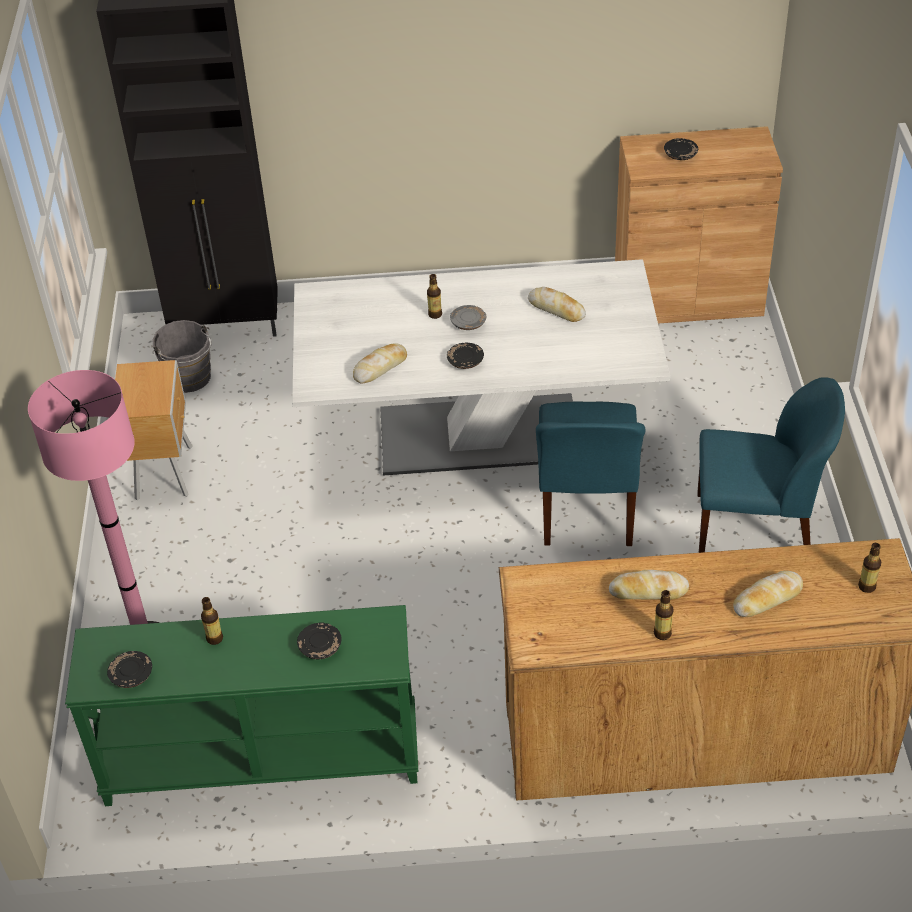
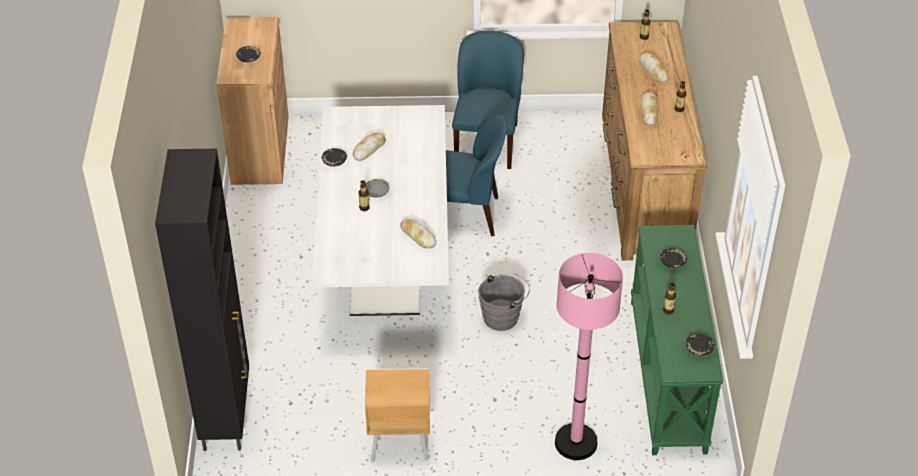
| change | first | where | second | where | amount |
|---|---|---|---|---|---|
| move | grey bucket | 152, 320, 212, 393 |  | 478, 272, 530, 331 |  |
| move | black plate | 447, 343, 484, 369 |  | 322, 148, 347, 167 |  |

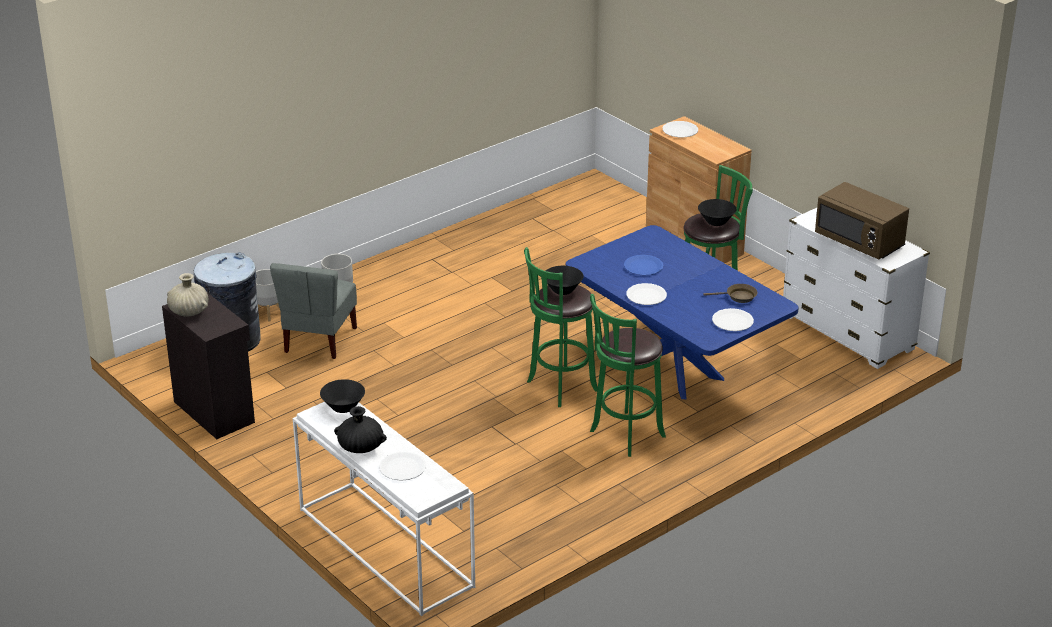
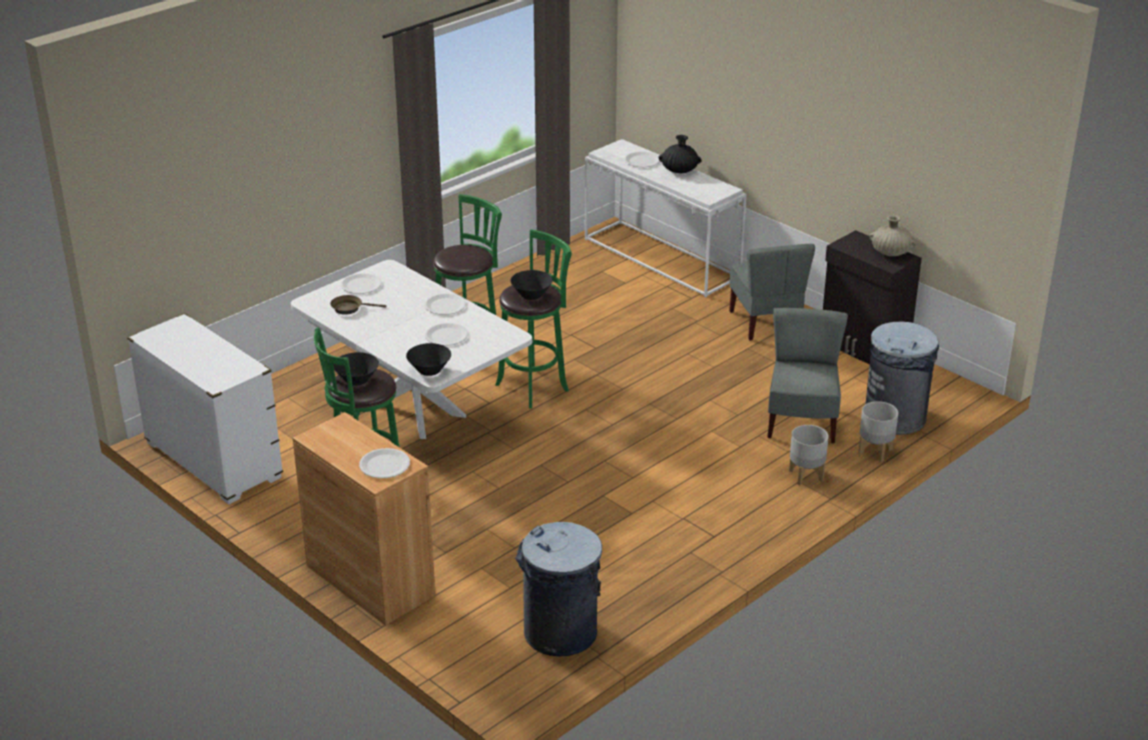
| change | first | where | second | where | amount |
|---|---|---|---|---|---|
| delete | brown microwave | 815, 182, 909, 260 |  |  |  |
| recolor | blue dining table | 566, 225, 799, 399 | white dining table | 291, 260, 532, 439 |  |
| recolor | blue plate | 624, 255, 664, 276 | white plate | 425, 323, 468, 346 |  |
| move | black bowl | 320, 379, 365, 413 |  | 406, 343, 451, 376 |  |
| insert |  |  | grey chair | 729, 244, 815, 341 |  |
| insert |  |  | grey trash can | 515, 522, 602, 656 |  |

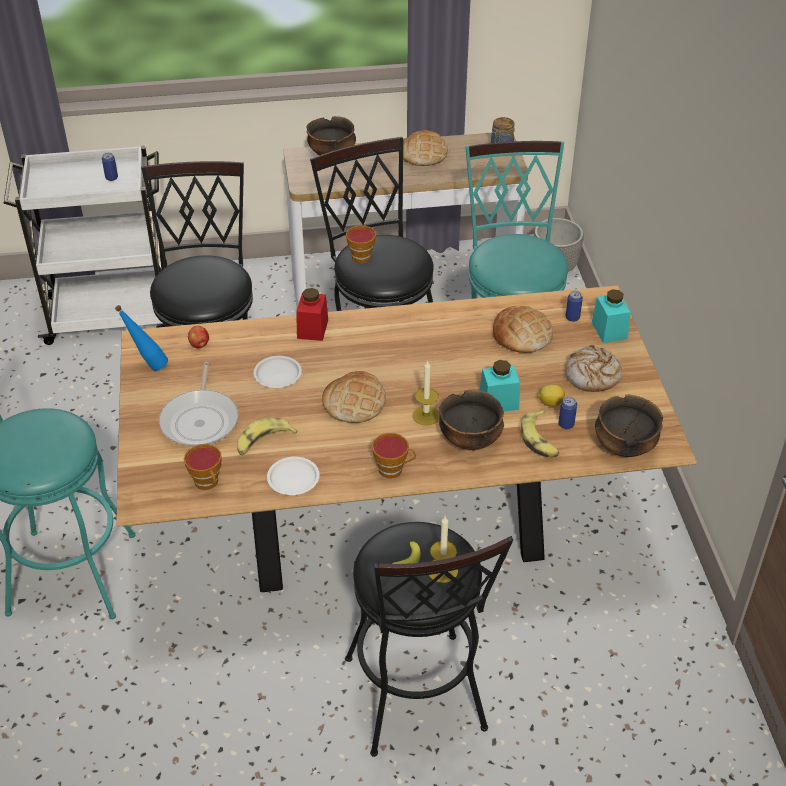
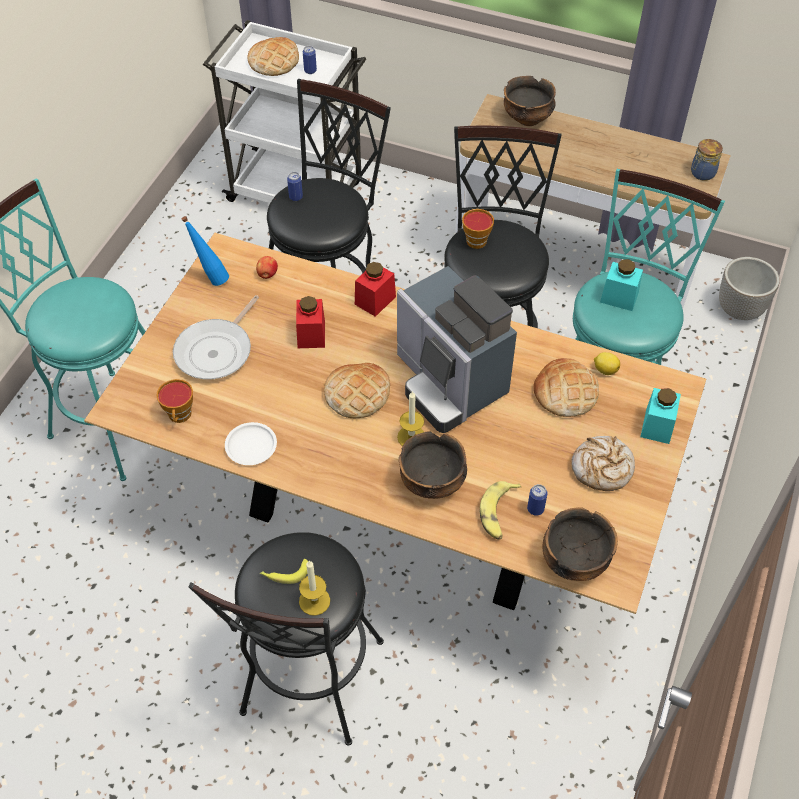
| change | first | where | second | where | amount |
|---|---|---|---|---|---|
| move | bread | 398, 130, 448, 166 |  | 247, 37, 299, 76 |  |
| move | can | 566, 291, 583, 322 |  | 287, 172, 303, 201 |  |
| replace | white plate | 253, 356, 302, 388 | red jar | 296, 296, 325, 348 |  |
| move | turquoise jar | 480, 360, 520, 412 |  | 600, 259, 643, 311 |  |
| move | lemon | 537, 385, 565, 407 |  | 594, 352, 620, 375 |  |
| delete | banana | 237, 418, 298, 456 |  |  |  |
| delete | cup | 372, 433, 416, 479 |  |  |  |
| insert |  |  | coffee machine | 397, 266, 517, 433 |  |

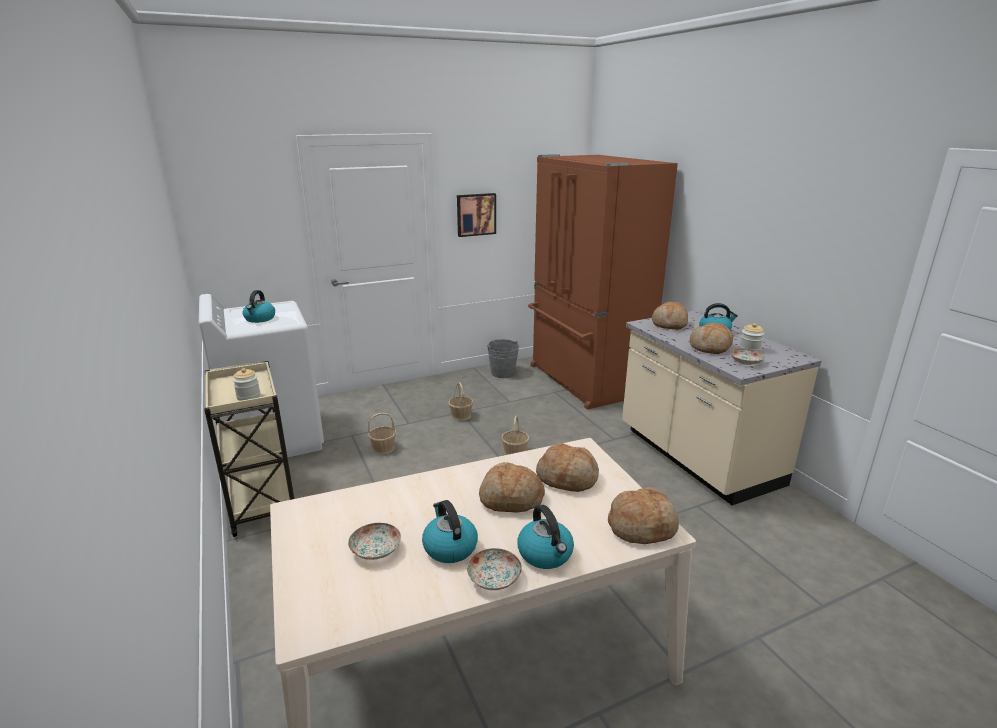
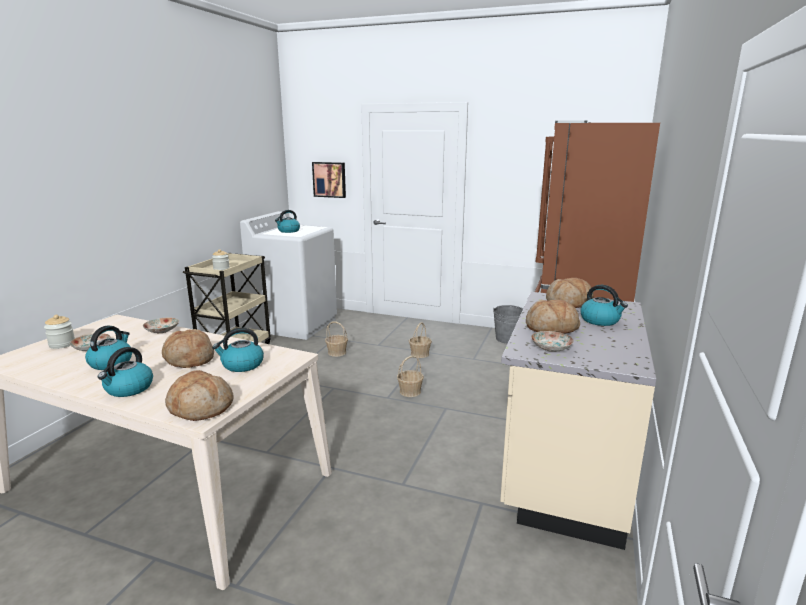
| change | first | where | second | where | amount |
|---|---|---|---|---|---|
| move | picture | 457, 193, 496, 237 |  | 312, 162, 346, 198 |  |
| move | jar | 739, 323, 764, 352 |  | 44, 315, 75, 349 |  |
| replace | bread | 536, 443, 599, 492 | kettle | 212, 328, 264, 372 |  |
| move | plate | 467, 548, 522, 590 |  | 143, 318, 179, 333 |  |

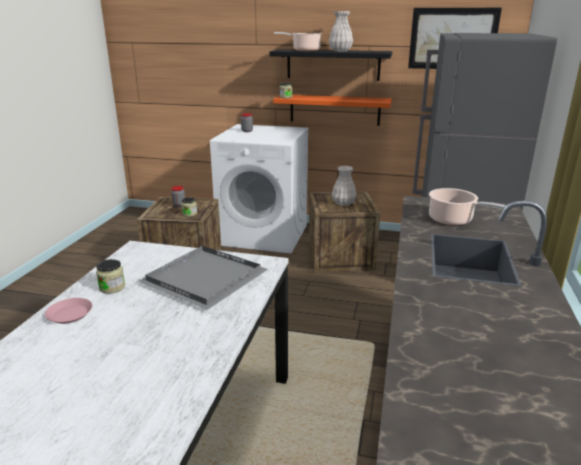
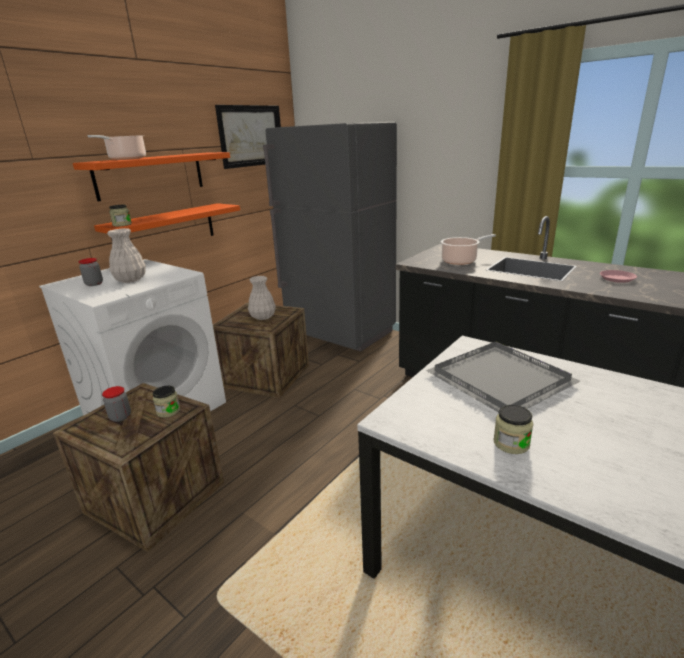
| change | first | where | second | where | amount |
|---|---|---|---|---|---|
| move | white vase | 329, 11, 353, 52 |  | 107, 228, 146, 283 |  |
| recolor | black shelf | 269, 49, 392, 81 | orange shelf | 73, 152, 230, 202 |  |
| move | pink plate | 45, 298, 92, 324 |  | 600, 270, 637, 283 |  |

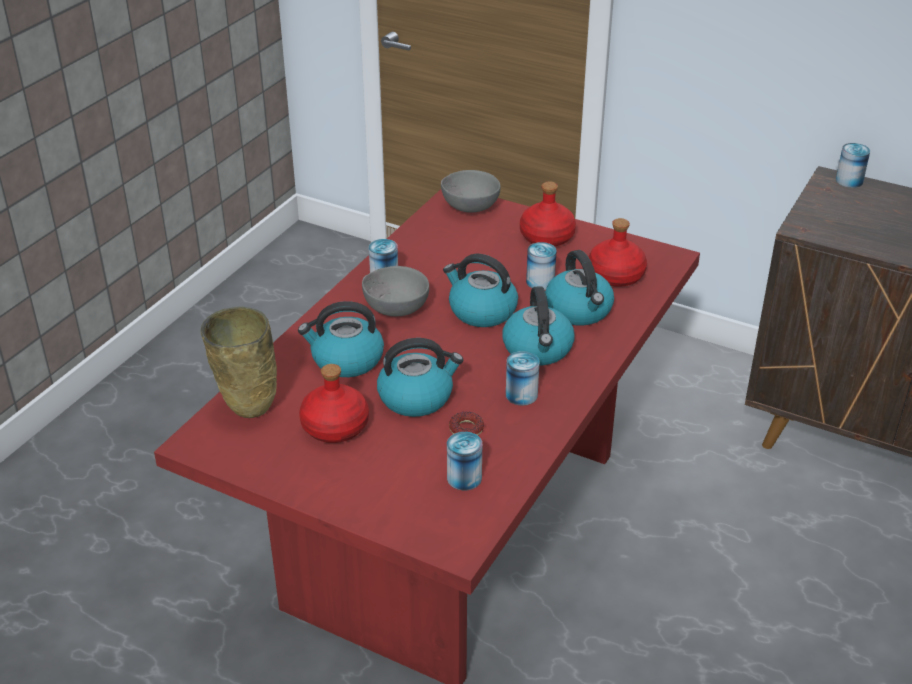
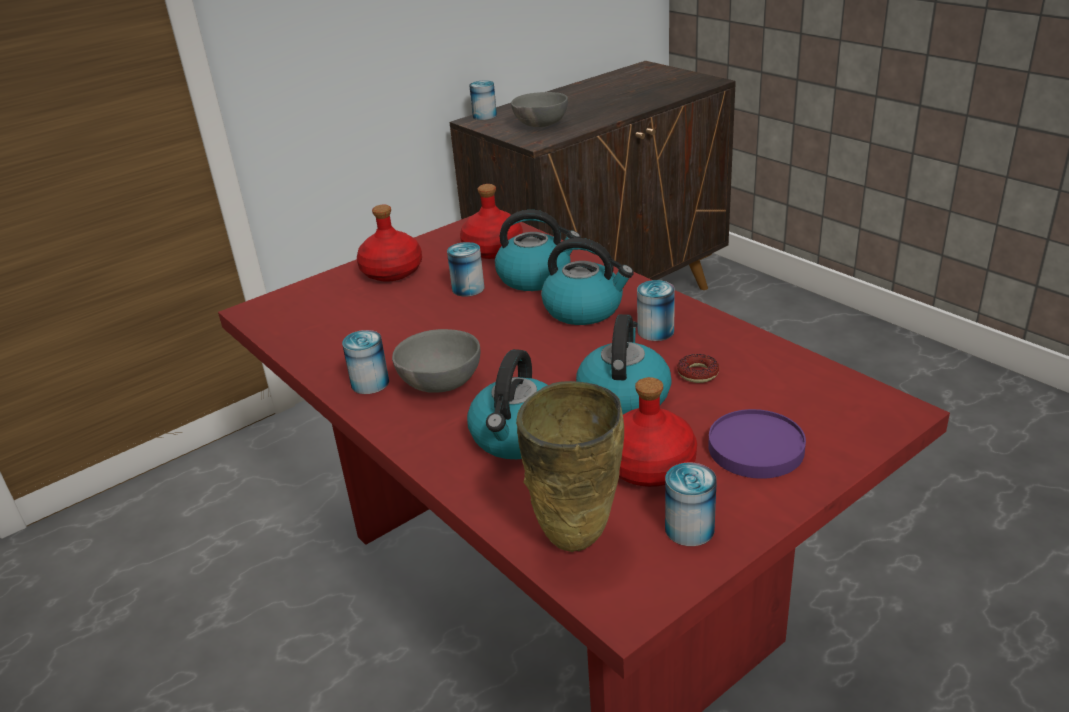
| change | first | where | second | where | amount |
|---|---|---|---|---|---|
| move | grey bowl | 441, 170, 501, 213 |  | 511, 92, 568, 127 |  |
| delete | kettle | 443, 254, 518, 327 |  |  |  |
| move | can | 447, 432, 482, 490 |  | 665, 463, 717, 546 |  |
| insert |  |  | purple plate | 708, 409, 806, 479 |  |

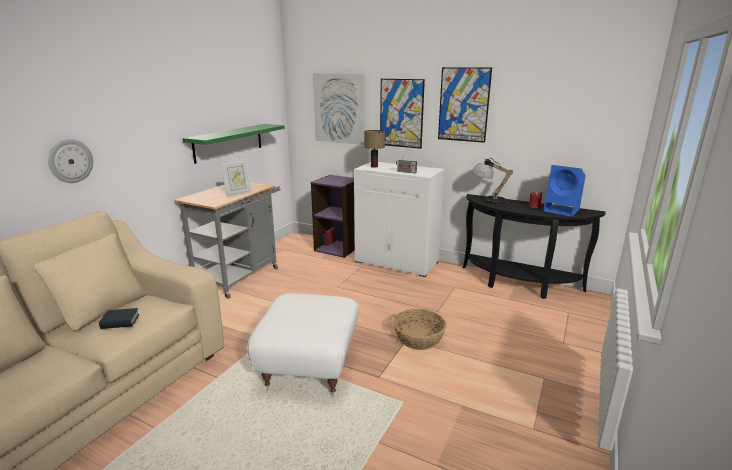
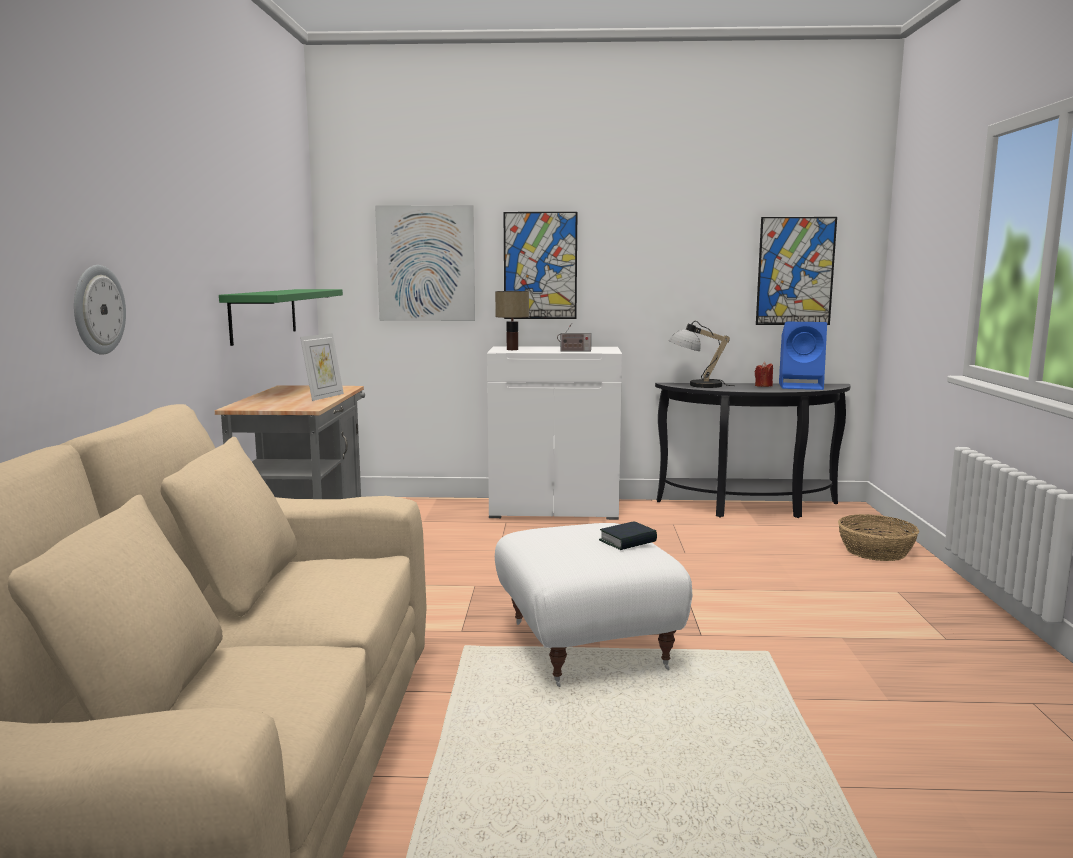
| change | first | where | second | where | amount |
|---|---|---|---|---|---|
| move | picture | 438, 67, 492, 143 |  | 756, 217, 837, 325 |  |
| delete | purple bookcase | 311, 175, 355, 258 |  |  |  |
| move | book | 99, 308, 140, 329 |  | 599, 521, 657, 550 |  |
| move | basket | 393, 309, 447, 350 |  | 838, 514, 919, 561 |  |

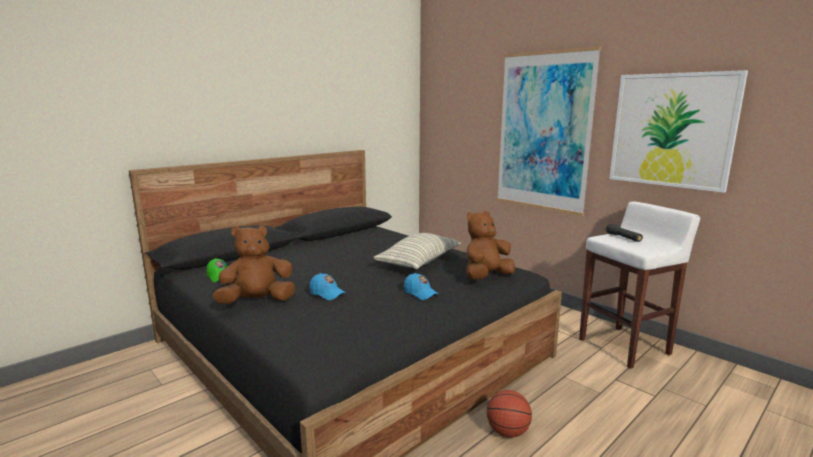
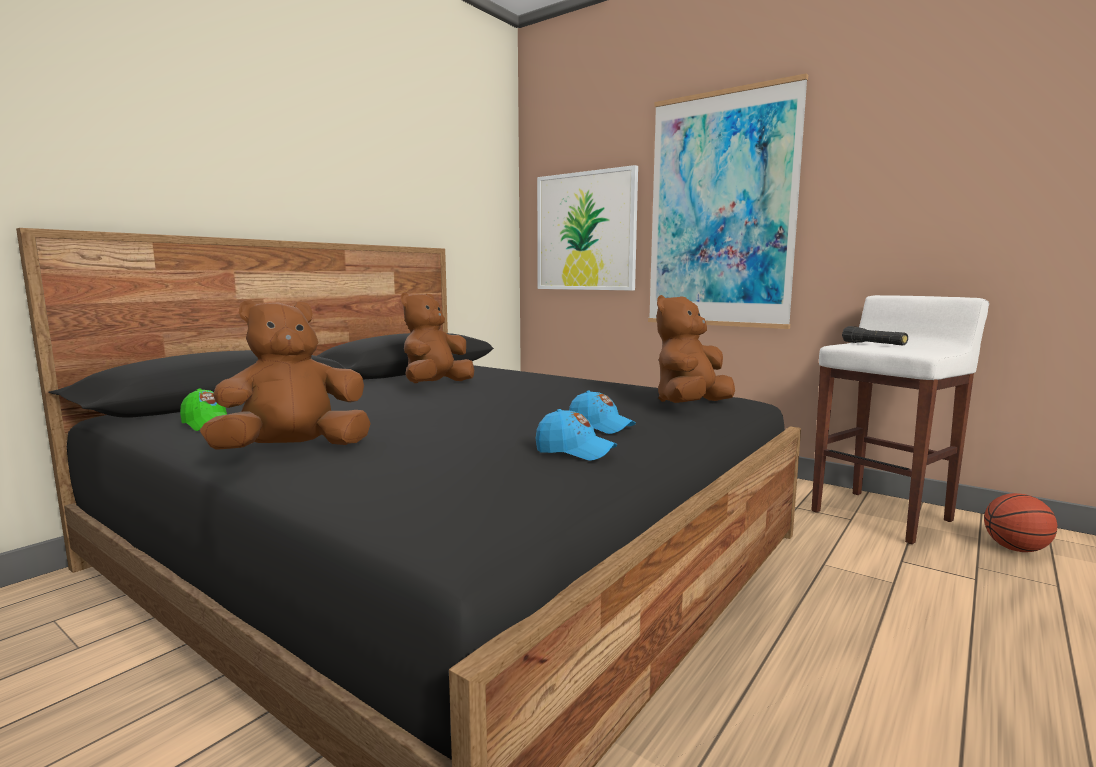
| change | first | where | second | where | amount |
|---|---|---|---|---|---|
| move | picture | 609, 70, 748, 193 |  | 537, 165, 638, 290 |  |
| delete | pillow | 373, 233, 461, 269 |  |  |  |
| move | blue cap | 310, 273, 346, 300 |  | 536, 409, 617, 461 |  |
| move | basketball | 487, 390, 532, 438 |  | 984, 493, 1057, 552 |  |
| insert |  |  | brown plush toy | 401, 292, 474, 383 |  |

